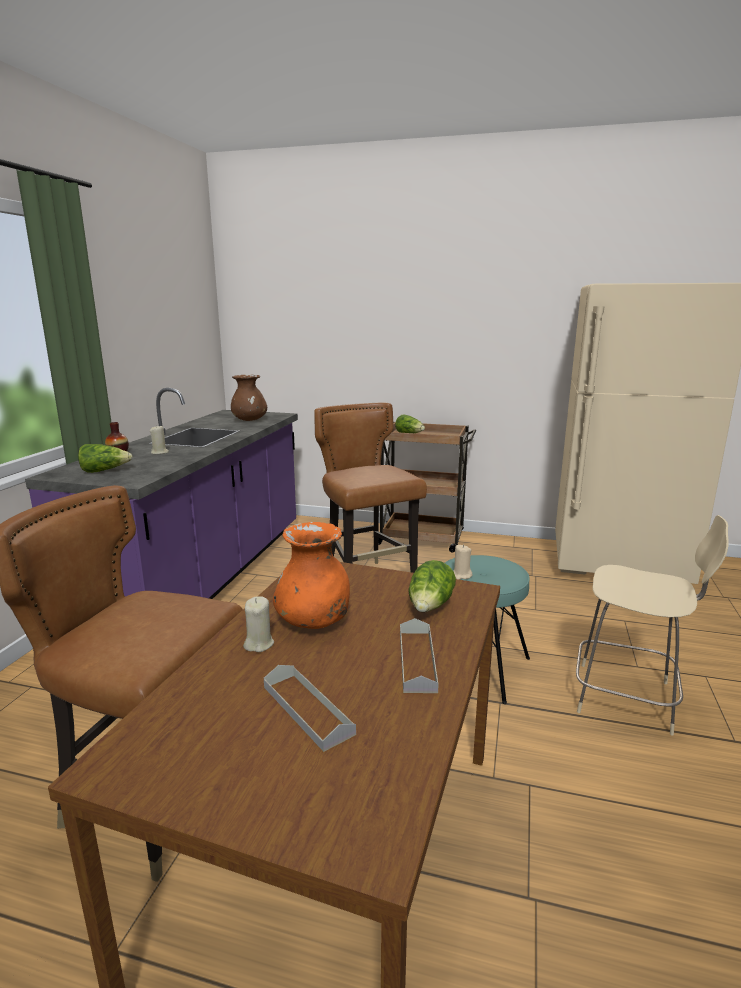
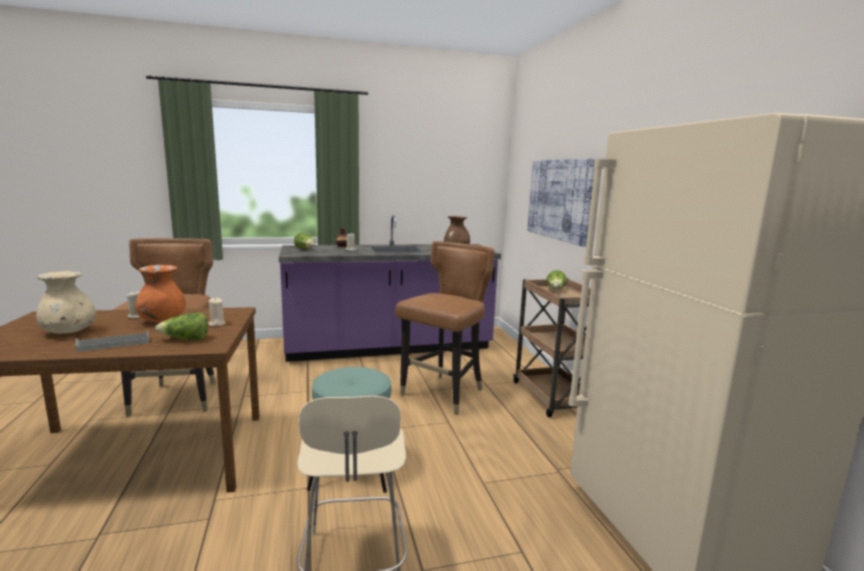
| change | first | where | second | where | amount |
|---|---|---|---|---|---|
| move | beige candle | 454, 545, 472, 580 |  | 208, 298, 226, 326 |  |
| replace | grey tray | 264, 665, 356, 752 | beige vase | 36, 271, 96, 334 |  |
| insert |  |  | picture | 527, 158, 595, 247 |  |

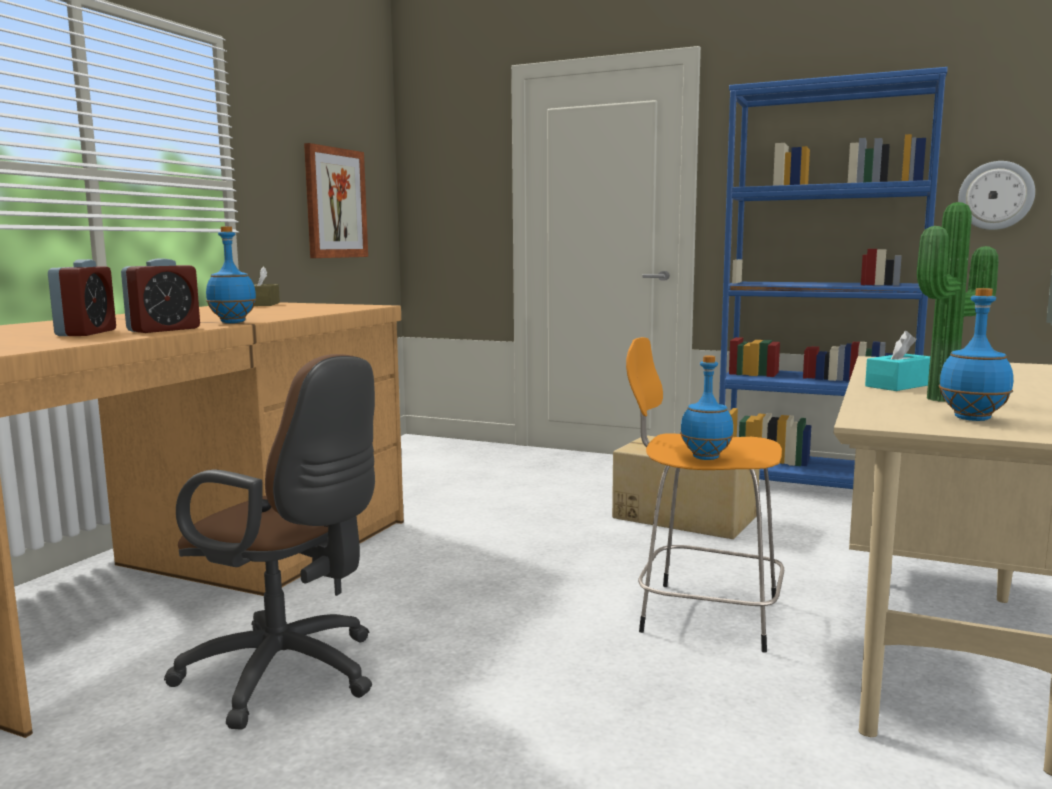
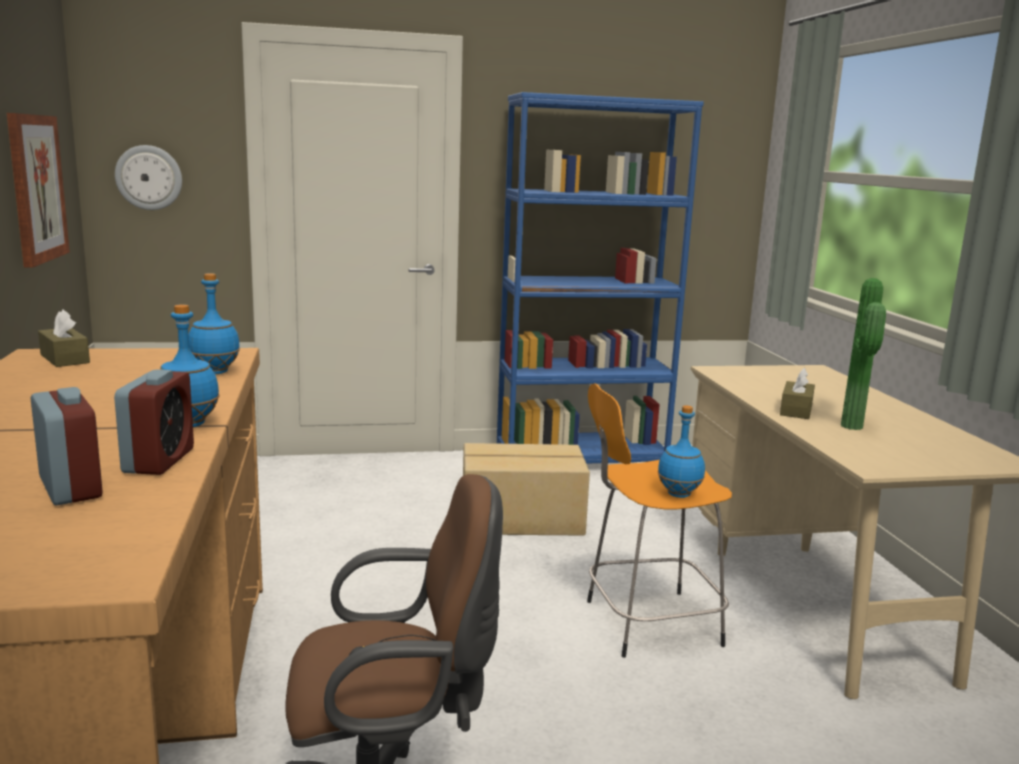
| change | first | where | second | where | amount |
|---|---|---|---|---|---|
| move | wall clock | 958, 161, 1035, 230 |  | 115, 145, 182, 210 |  |
| move | blue bottle | 939, 288, 1013, 421 |  | 188, 273, 240, 374 |  |
| recolor | turquoise tissue box | 865, 331, 930, 391 | brown tissue box | 780, 368, 815, 419 |  |

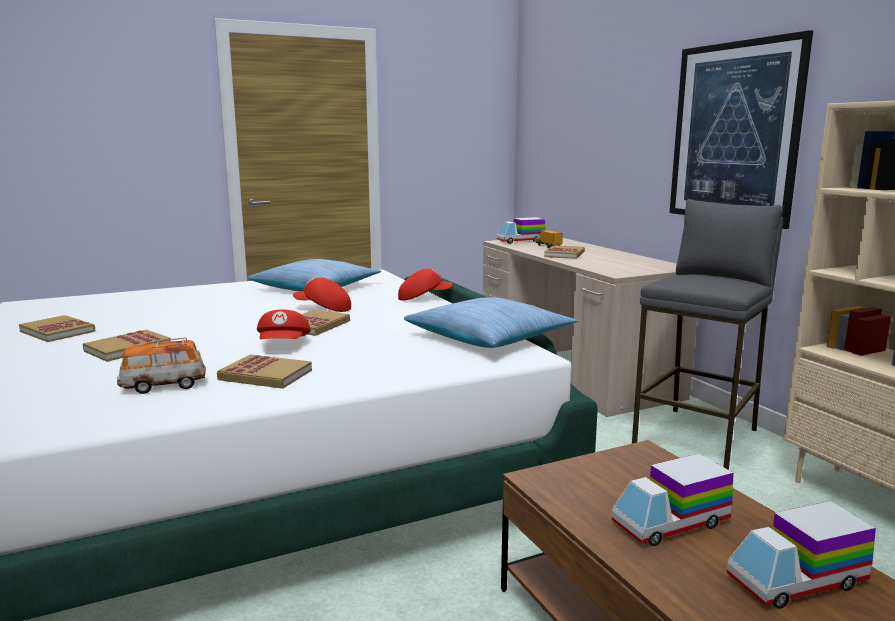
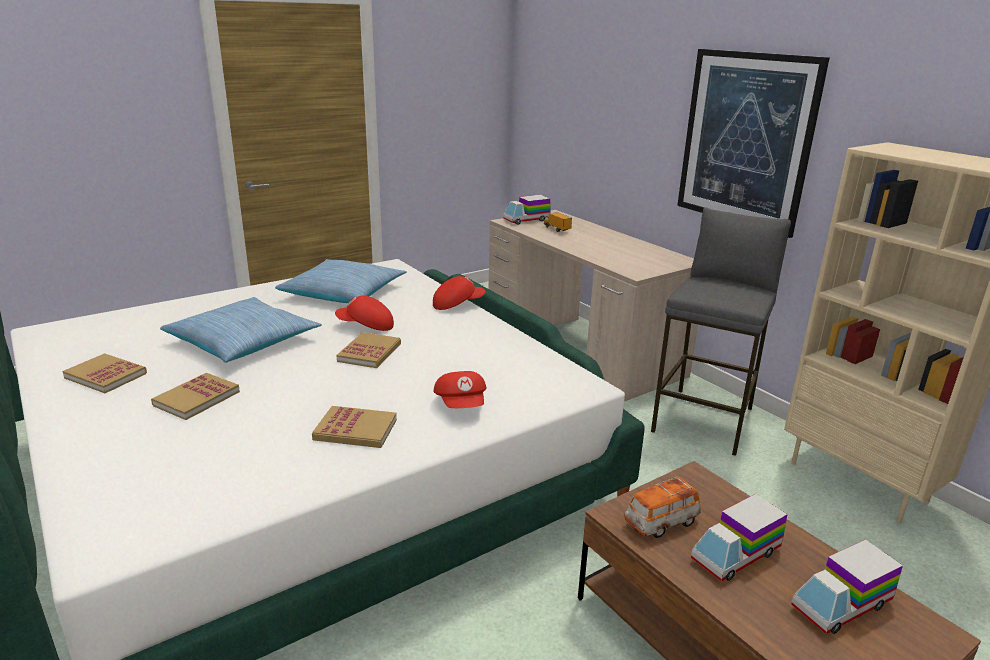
| change | first | where | second | where | amount |
|---|---|---|---|---|---|
| delete | book | 544, 245, 585, 259 |  |  |  |
| move | pillow | 404, 297, 578, 348 |  | 160, 297, 322, 363 |  |
| move | red cap | 257, 309, 311, 340 |  | 434, 371, 487, 408 |  |
| move | toy car | 117, 337, 206, 394 |  | 624, 477, 701, 538 |  |

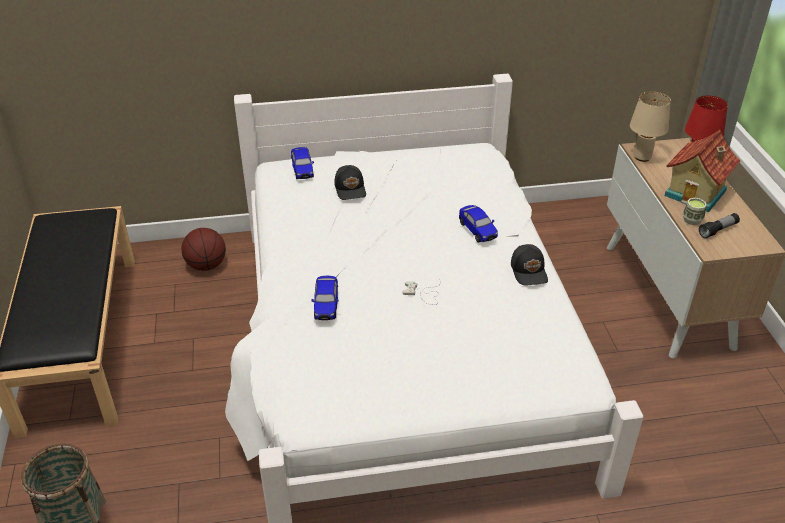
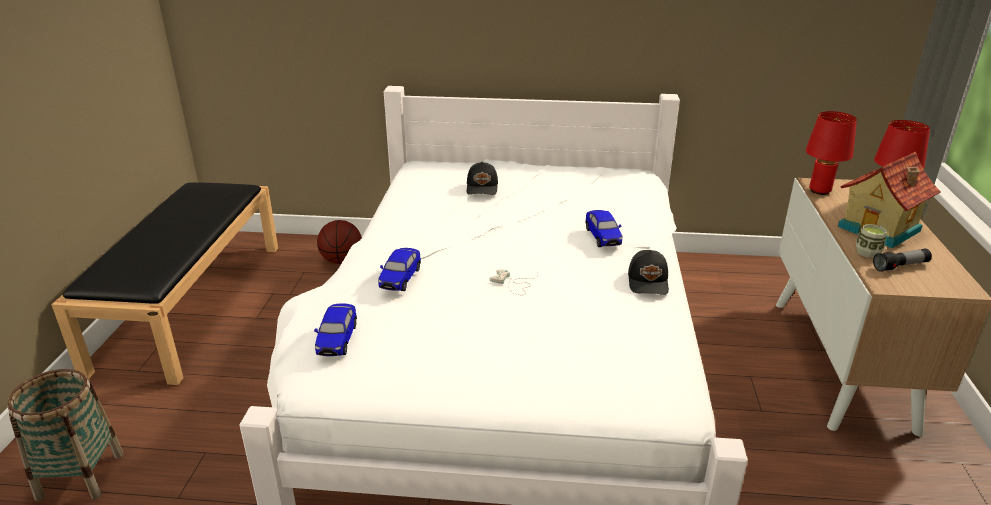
| change | first | where | second | where | amount |
|---|---|---|---|---|---|
| recolor | beige table lamp | 630, 91, 671, 162 | red table lamp | 806, 111, 857, 195 |  |
| move | toy car | 291, 147, 314, 179 |  | 314, 303, 357, 356 |  |

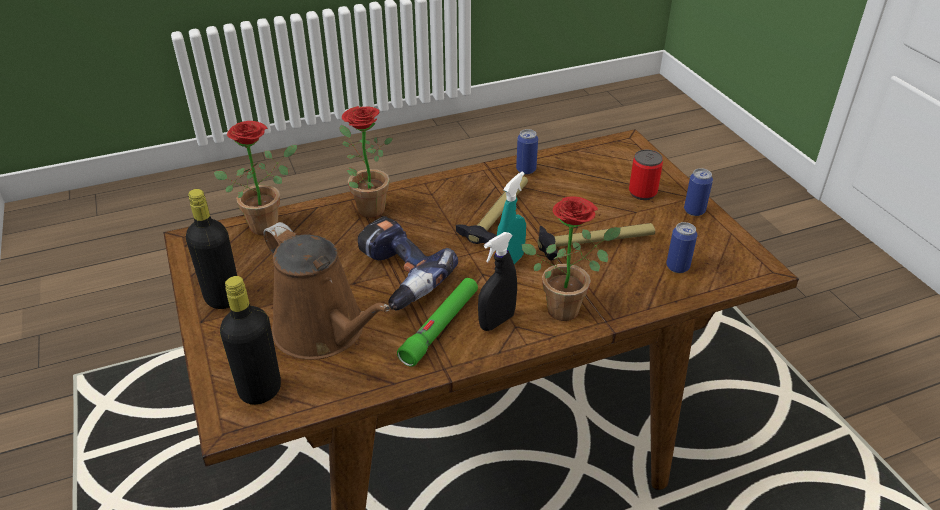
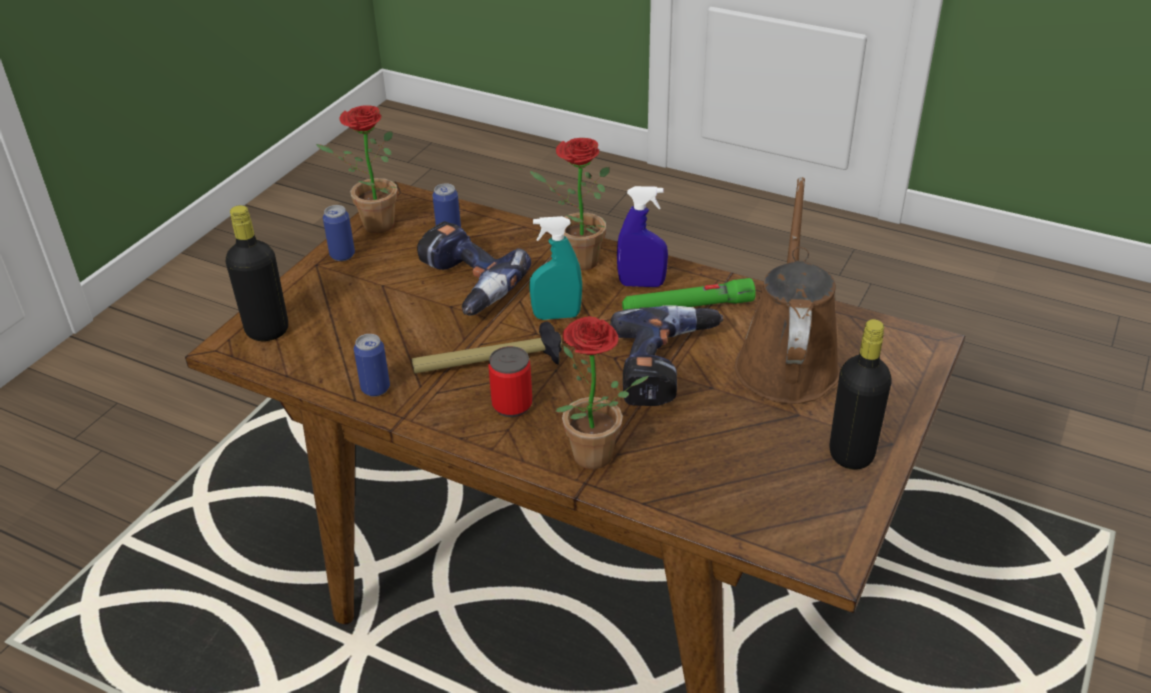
| change | first | where | second | where | amount |
|---|---|---|---|---|---|
| move | potted plant | 214, 121, 297, 235 |  | 316, 105, 397, 233 |  |
| move | can | 629, 150, 663, 200 |  | 488, 346, 532, 417 |  |
| replace | hammer | 538, 223, 655, 260 | power drill | 417, 221, 532, 316 |  |
| recolor | black spray bottle | 478, 232, 517, 331 | blue spray bottle | 617, 186, 668, 287 |  |
| move | black bottle | 220, 276, 281, 405 |  | 225, 205, 288, 341 |  |

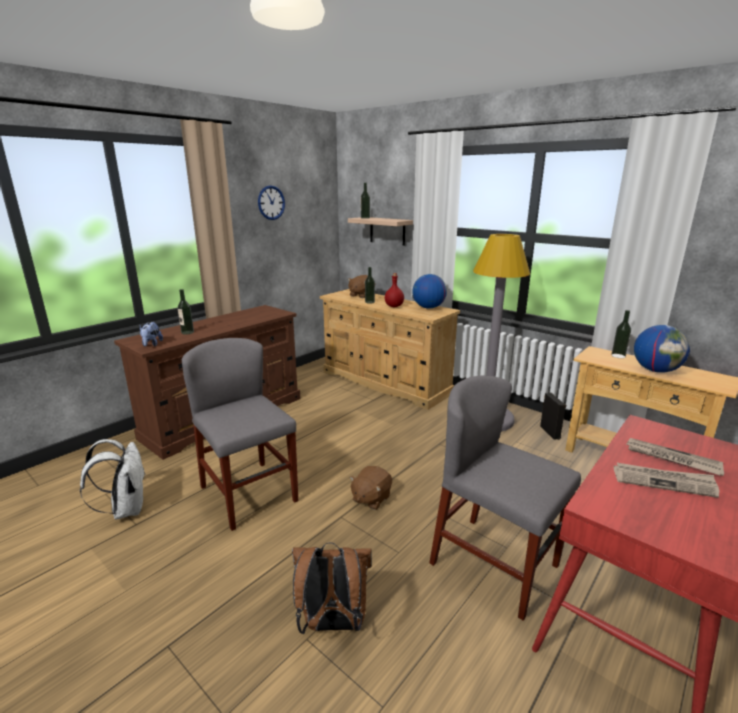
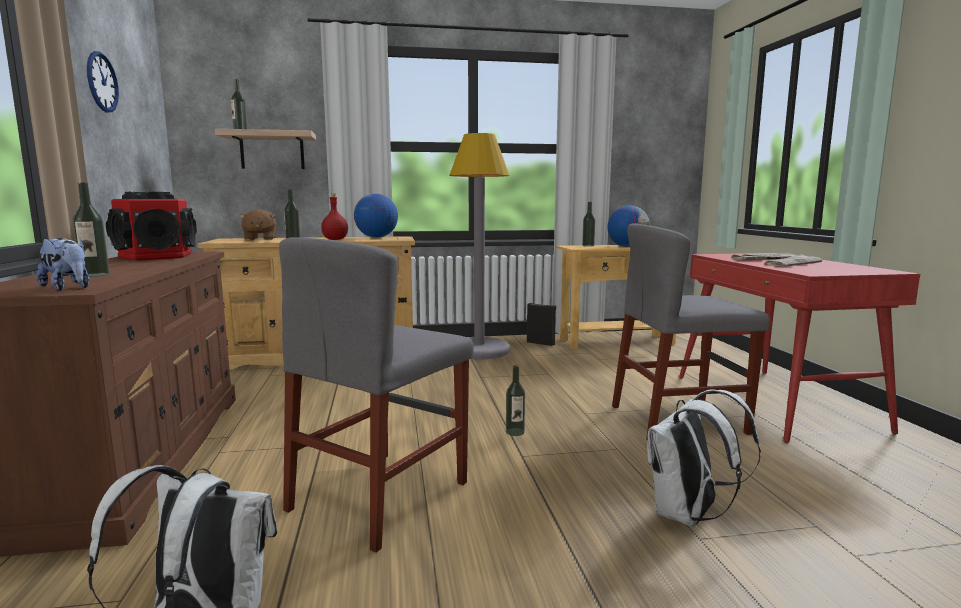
| change | first | where | second | where | amount |
|---|---|---|---|---|---|
| rotate | grey chair | 182, 338, 298, 531 |  | 279, 237, 474, 553 | 60 degrees counterclockwise |
| replace | brown plush toy | 349, 466, 392, 510 | bottle | 506, 365, 525, 436 |  |
| recolor | brown backpack | 292, 542, 372, 634 | white backpack | 647, 390, 761, 527 |  |
| insert |  |  | speaker | 106, 192, 197, 260 |  |

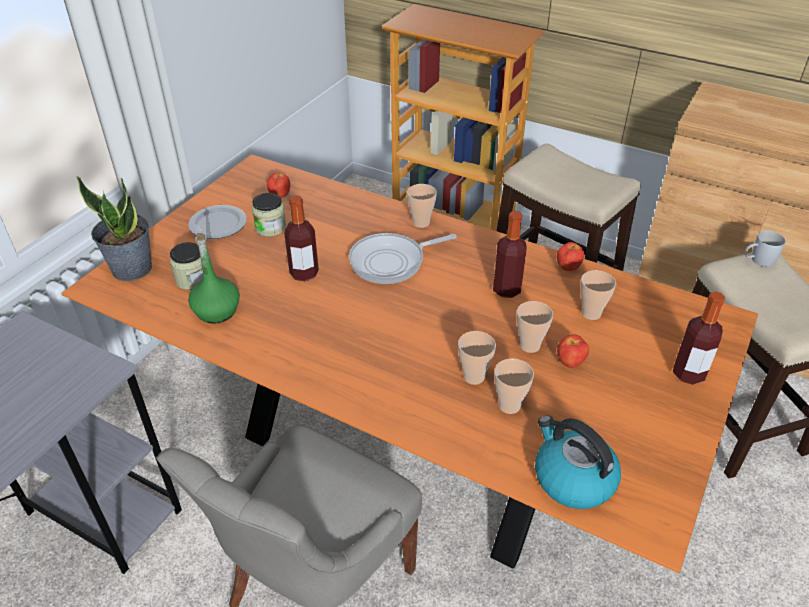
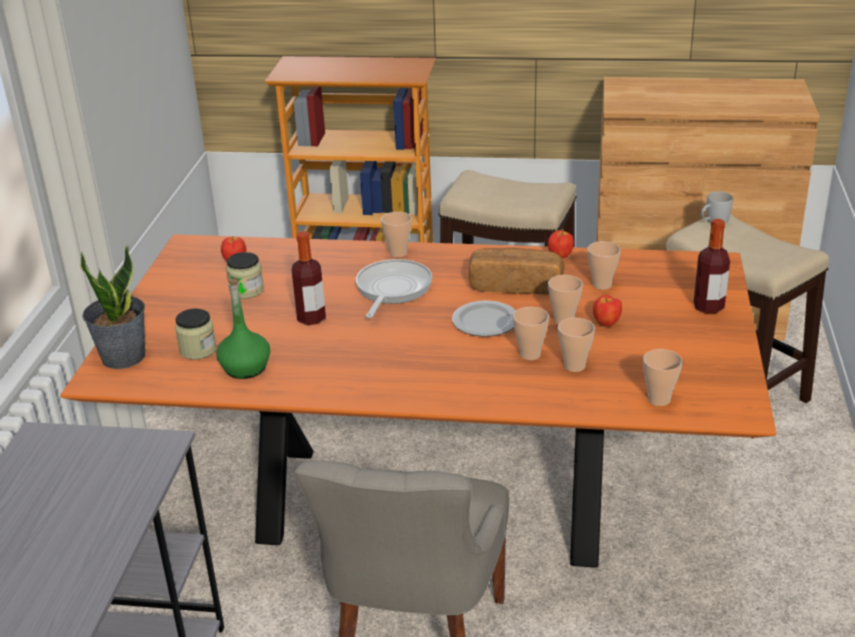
| change | first | where | second | where | amount |
|---|---|---|---|---|---|
| move | plate | 188, 205, 247, 239 |  | 452, 301, 516, 337 |  |
| replace | bottle | 493, 211, 526, 298 | bread | 469, 248, 564, 295 |  |
| rotate | frying pan | 349, 233, 457, 284 |  | 356, 259, 432, 318 | 150 degrees clockwise |
| replace | kettle | 535, 416, 621, 509 | cup | 643, 349, 683, 406 |  |

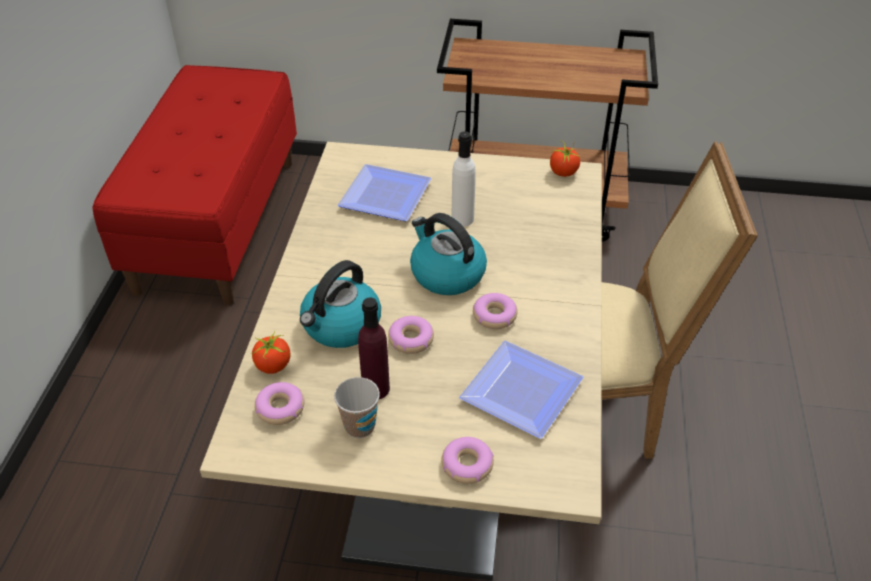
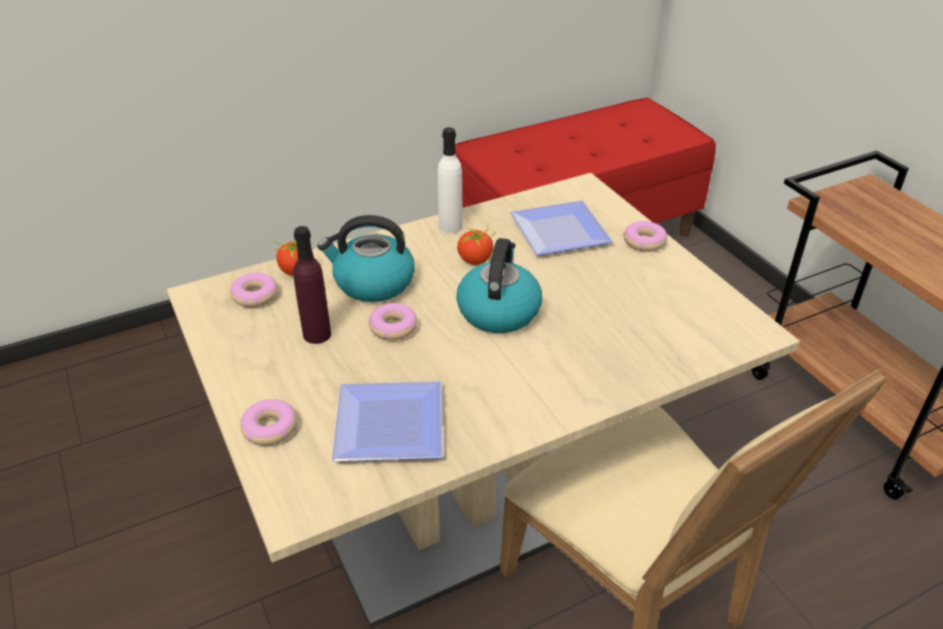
| change | first | where | second | where | amount |
|---|---|---|---|---|---|
| move | white bottle | 451, 131, 476, 226 |  | 438, 127, 463, 233 |  |
| move | tomato | 550, 141, 580, 177 |  | 457, 225, 496, 265 |  |
| move | donut | 473, 293, 518, 329 |  | 623, 221, 667, 252 |  |
| delete | cup | 334, 377, 380, 438 |  |  |  |

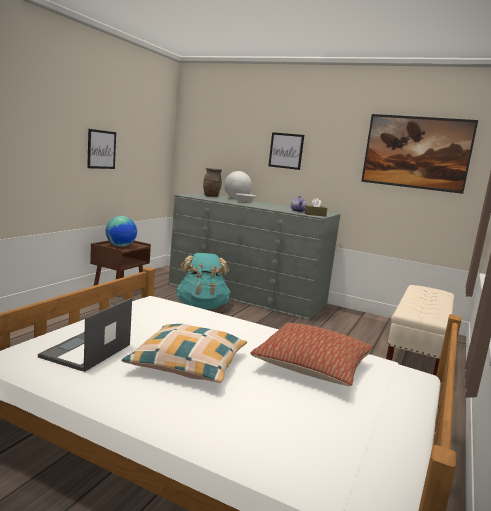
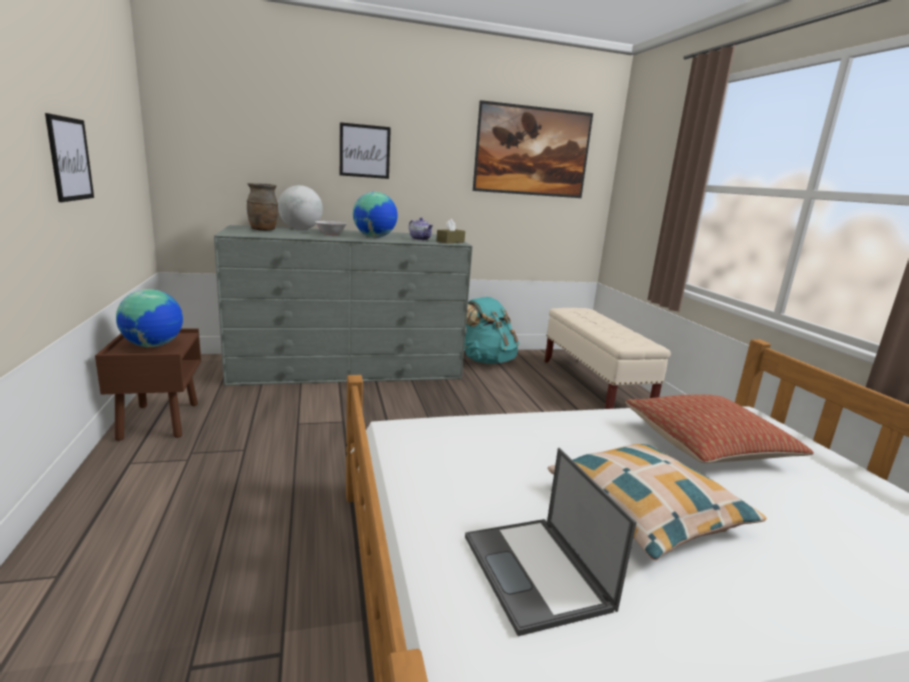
| change | first | where | second | where | amount |
|---|---|---|---|---|---|
| move | turquoise backpack | 176, 253, 231, 309 |  | 464, 297, 519, 364 |  |
| insert |  |  | globe | 353, 192, 398, 237 |  |

